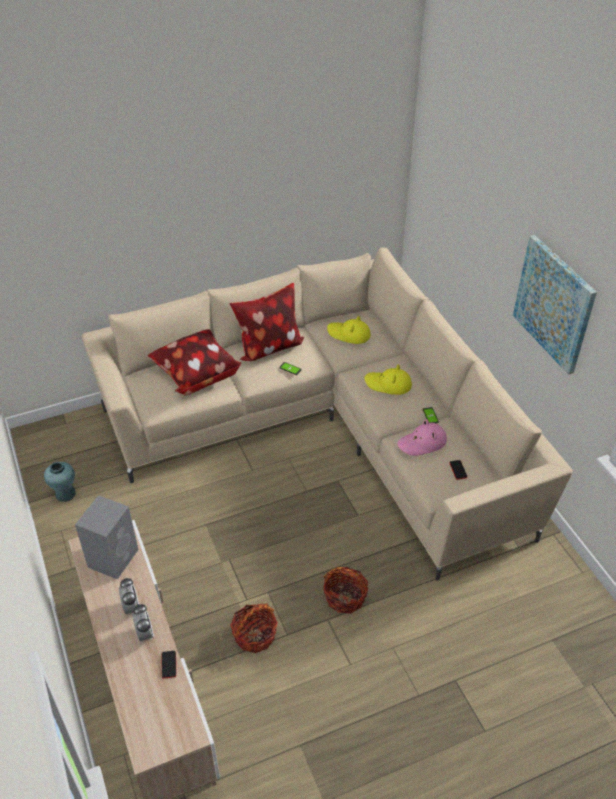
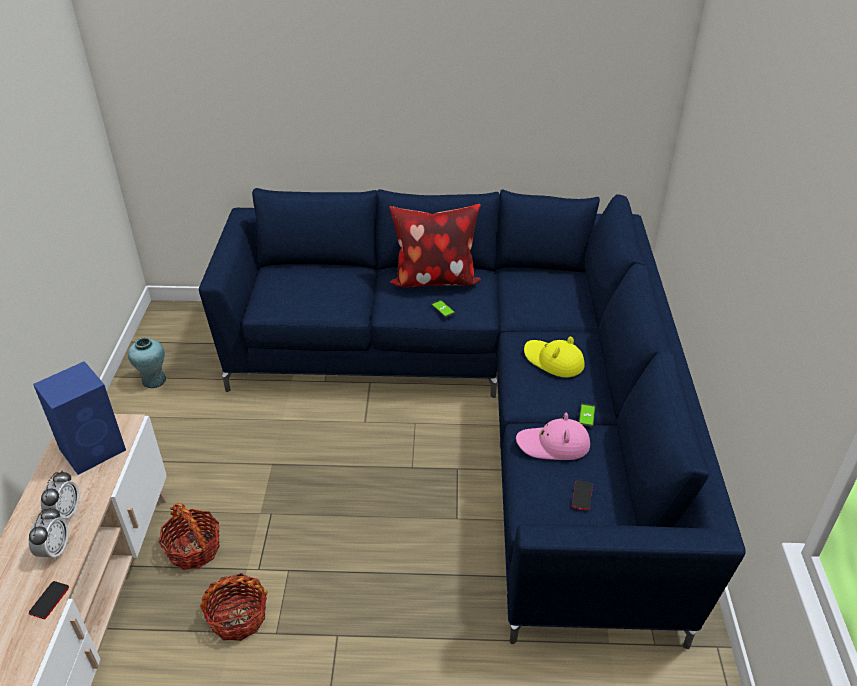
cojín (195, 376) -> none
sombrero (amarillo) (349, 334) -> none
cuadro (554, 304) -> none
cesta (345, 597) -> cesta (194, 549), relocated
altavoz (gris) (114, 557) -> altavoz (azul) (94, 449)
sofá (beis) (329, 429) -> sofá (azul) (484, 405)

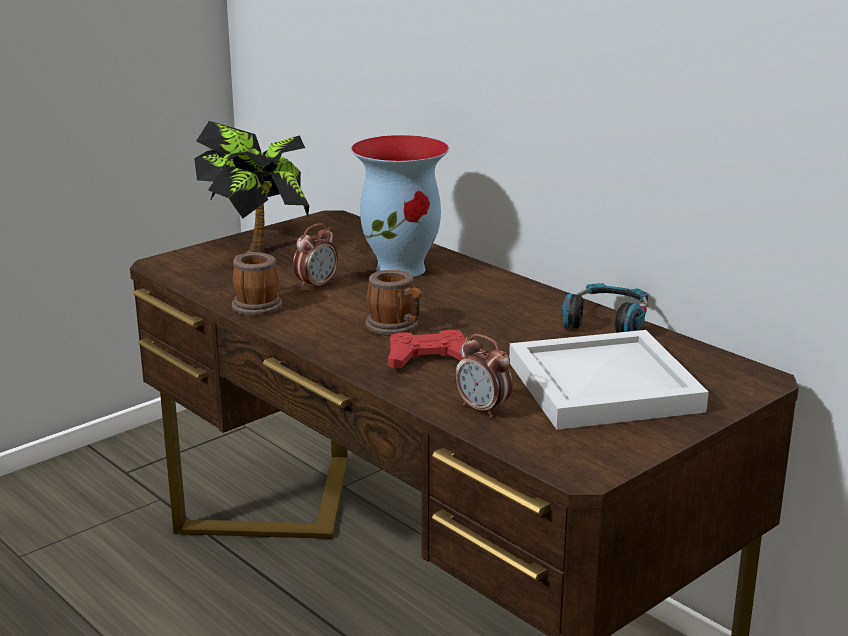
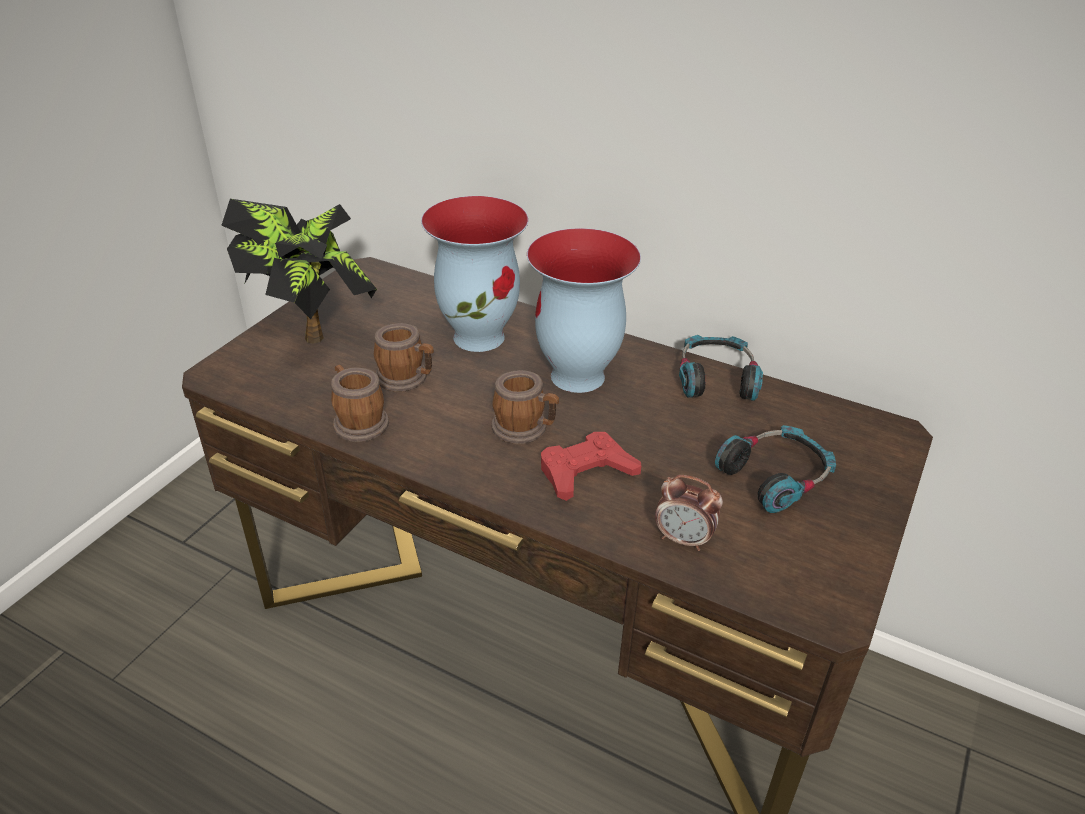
none -> florero (578, 377)
despertador (316, 285) -> taza grande (407, 378)
bandeja (blanco) (606, 387) -> auriculares (775, 476)

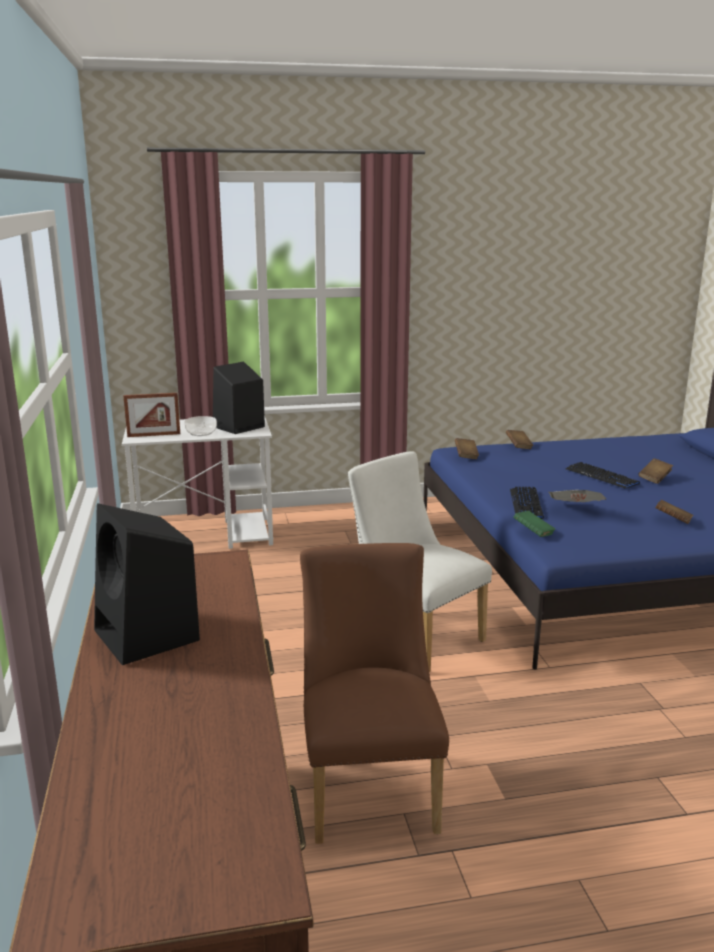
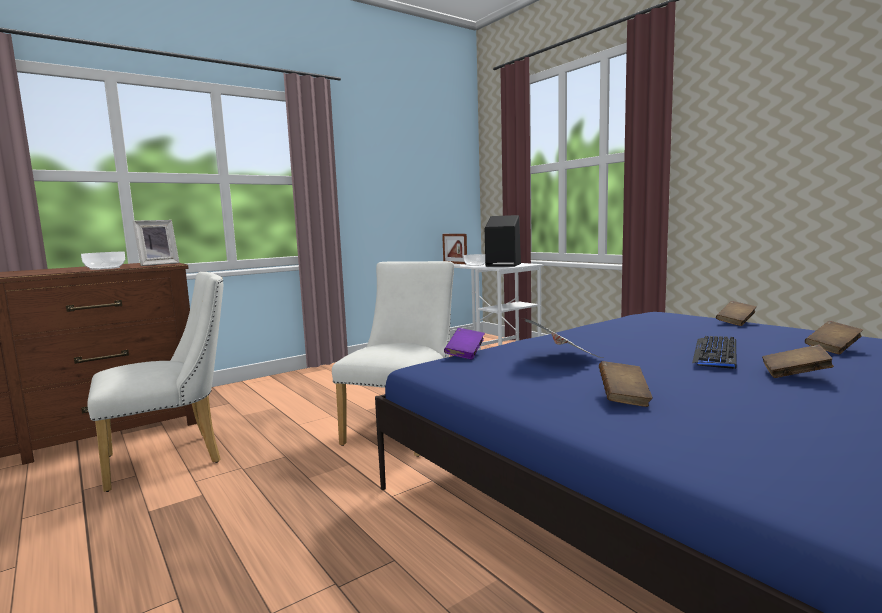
altavoz (negro) (148, 636) -> none
teclado (526, 504) -> none
none -> cuenco (105, 268)
none -> portarretratos (157, 264)
libro (marrón) (466, 455) -> libro (marrón) (832, 349), relocated
silla (marrón) (369, 785) -> silla (blanco) (173, 457)
libro (verde) (533, 532) -> libro (morado) (465, 354)

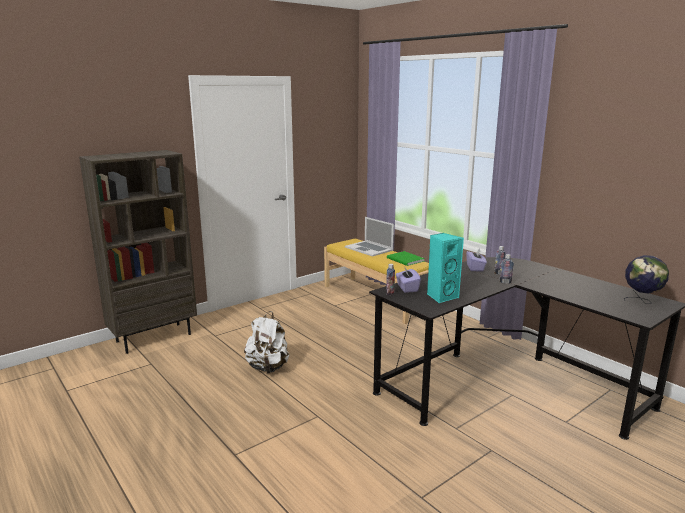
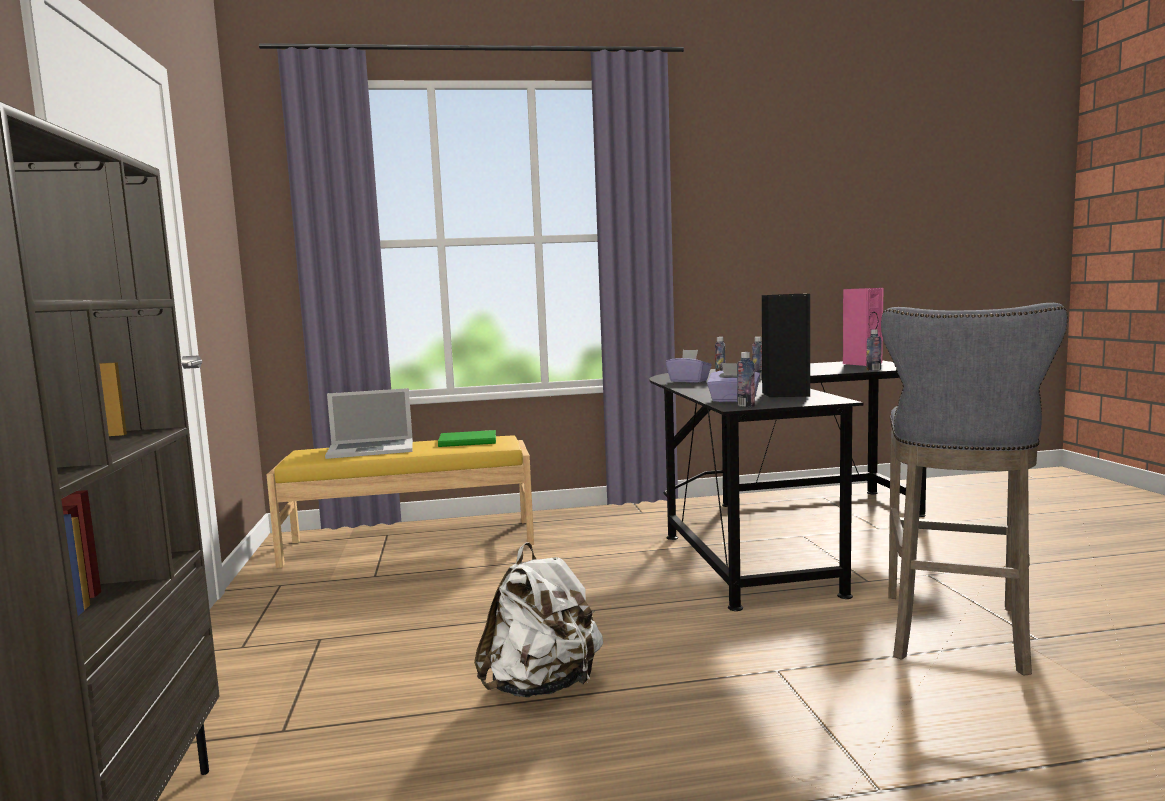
none -> botella (873, 370)
none -> taburete (gris) (955, 635)
globo terráqueo (641, 301) -> altavoz (rosa) (861, 363)
altavoz (turquesa) (441, 296) -> altavoz (negro) (785, 394)

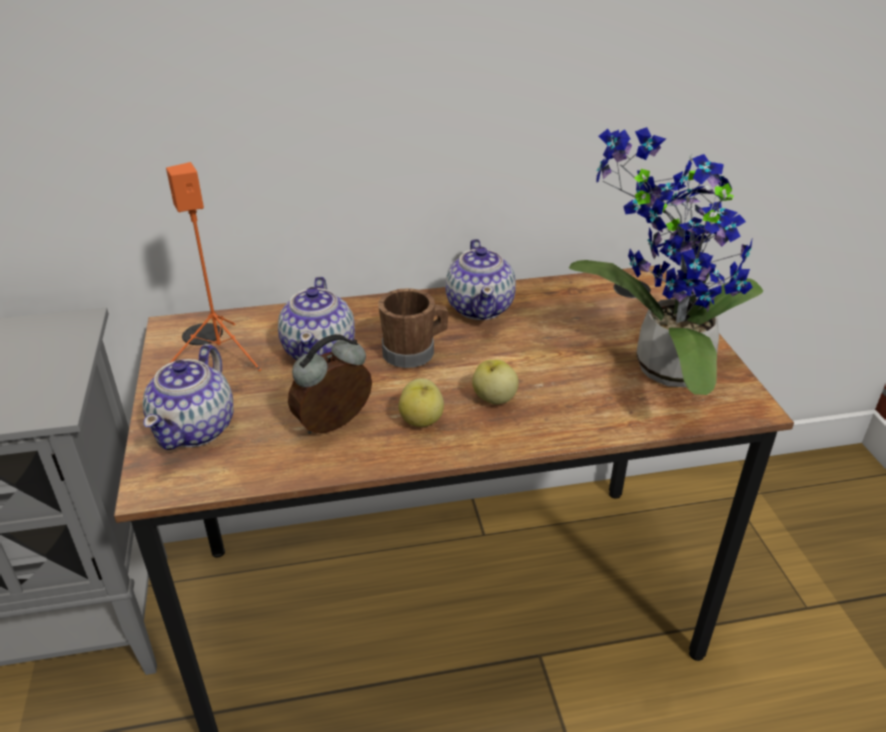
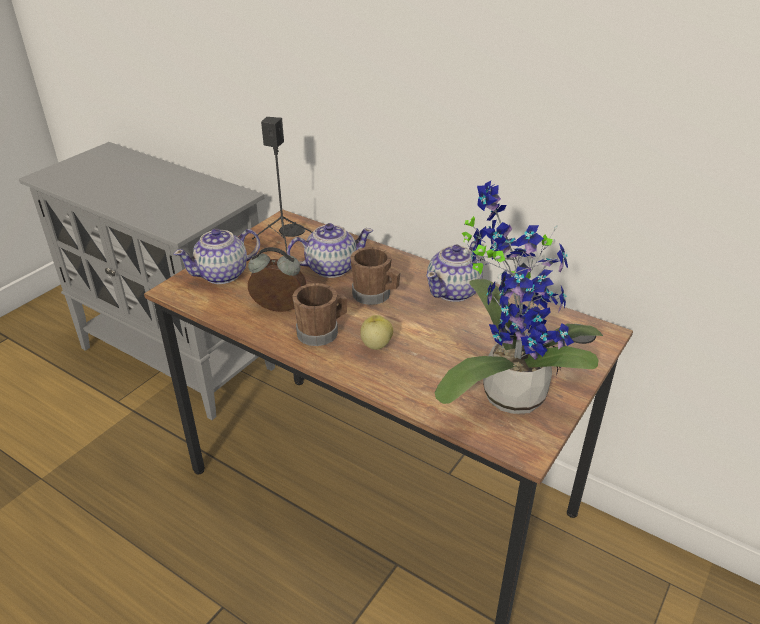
manzana (422, 420) -> taza grande (marrón) (322, 332)
altavoz (naranja) (220, 352) -> altavoz (negro) (284, 243)
tetera (320, 350) -> tetera (330, 268), 150 degrees counterclockwise

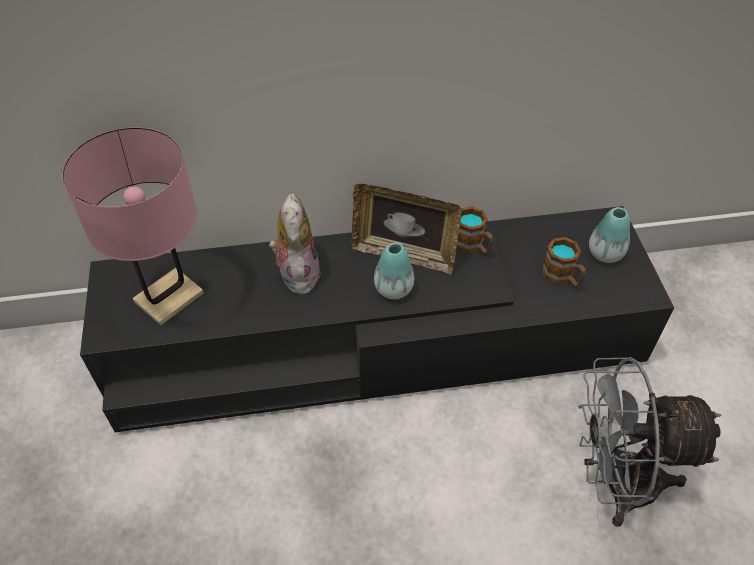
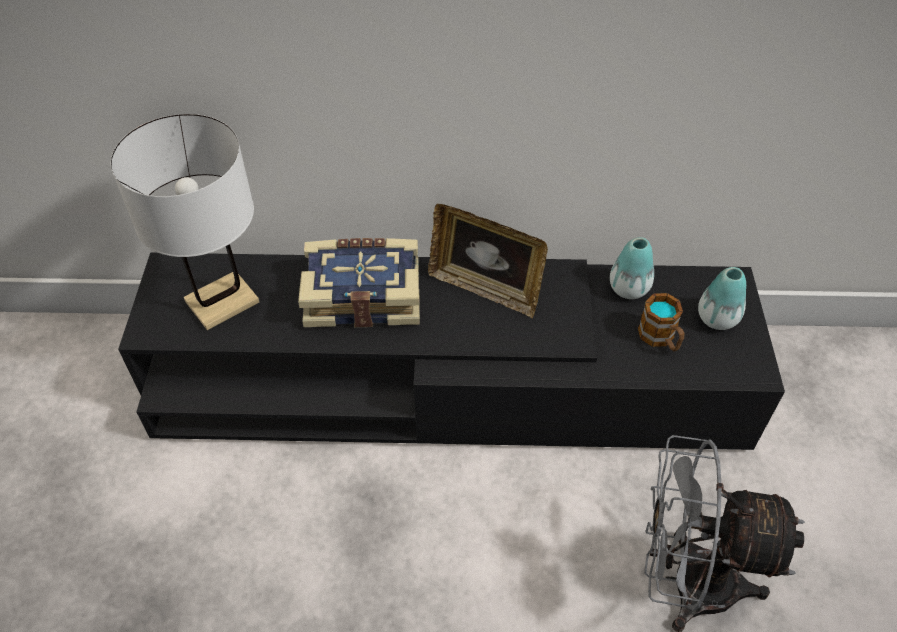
taza grande (473, 246) -> none
florero (393, 289) -> florero (628, 288), relocated
peluche (297, 273) -> libro (363, 294)
lámpara de mesa (rosa) (169, 298) -> lámpara de mesa (blanco) (222, 302)

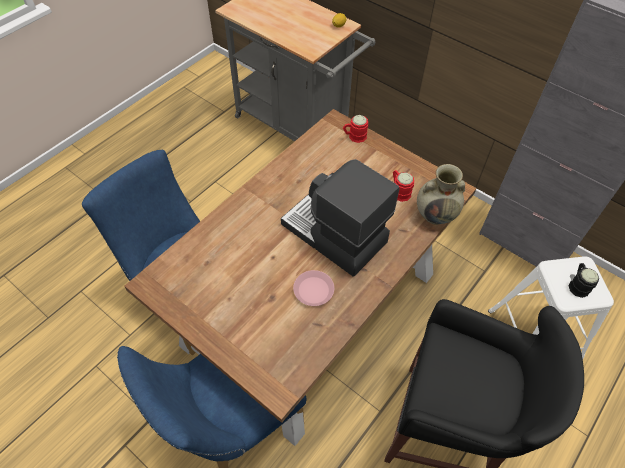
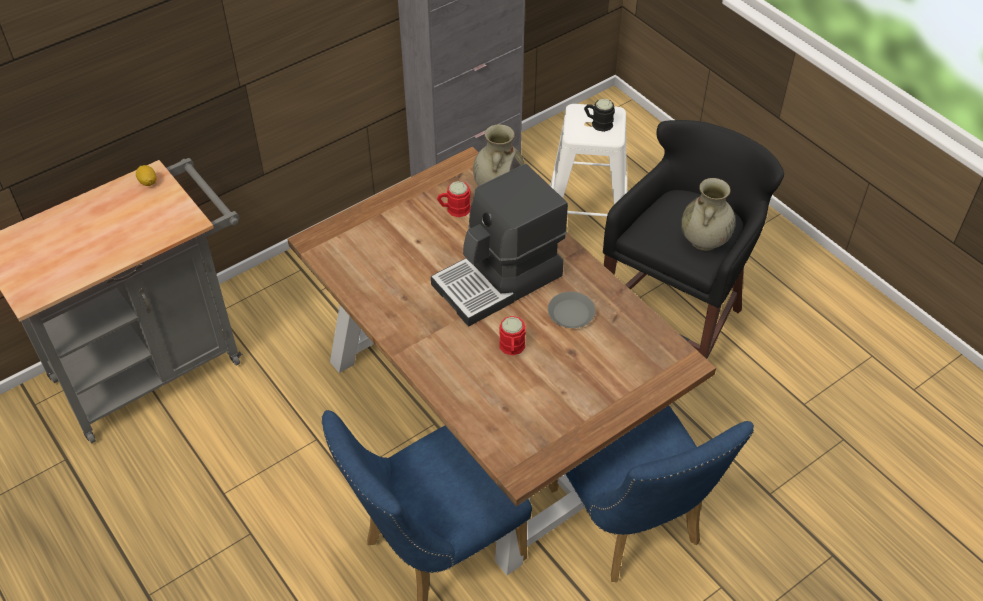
none -> florero (beis) (704, 241)
taza grande (rojo) (354, 136) -> taza grande (rojo) (512, 349), relocated
plato (rosa) (313, 290) -> plato (gris) (571, 313)

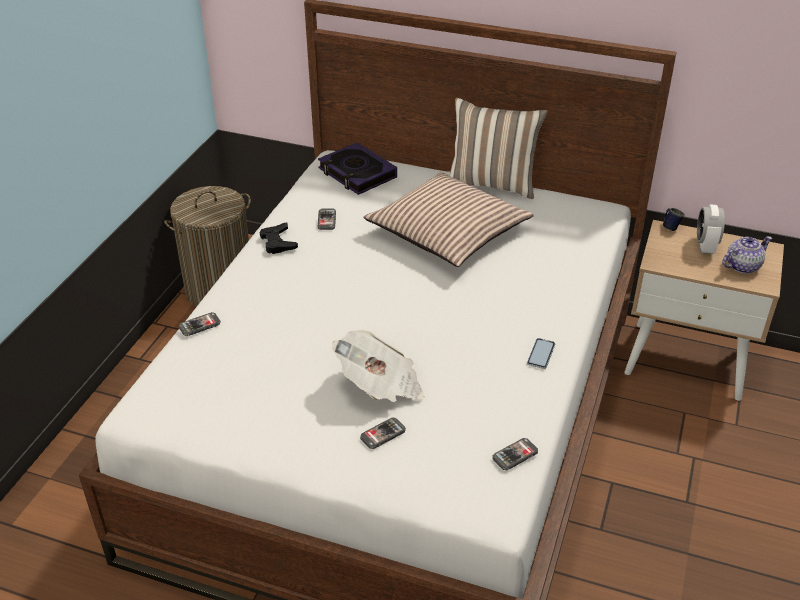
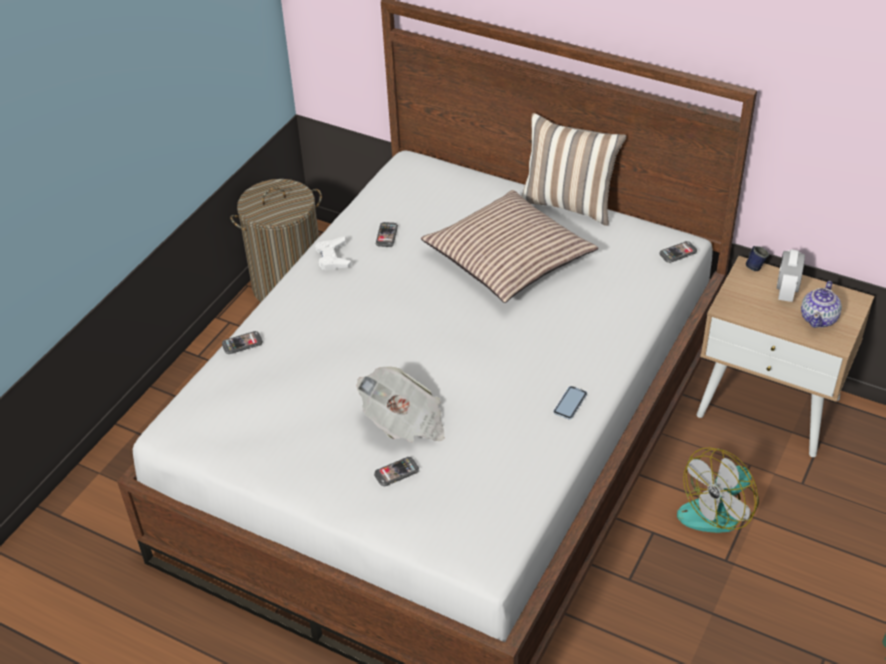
libro (357, 173) -> none
none -> ventilador (719, 509)
móvil (515, 455) -> móvil (678, 253), relocated
mando de consola (negro) (278, 242) -> mando de consola (blanco) (333, 257)
tetera (742, 266) -> tetera (819, 318), 135 degrees clockwise

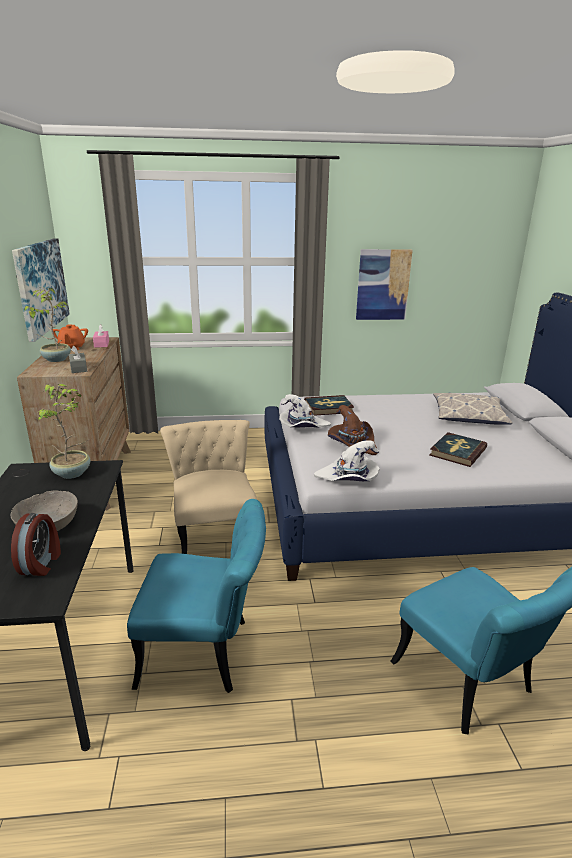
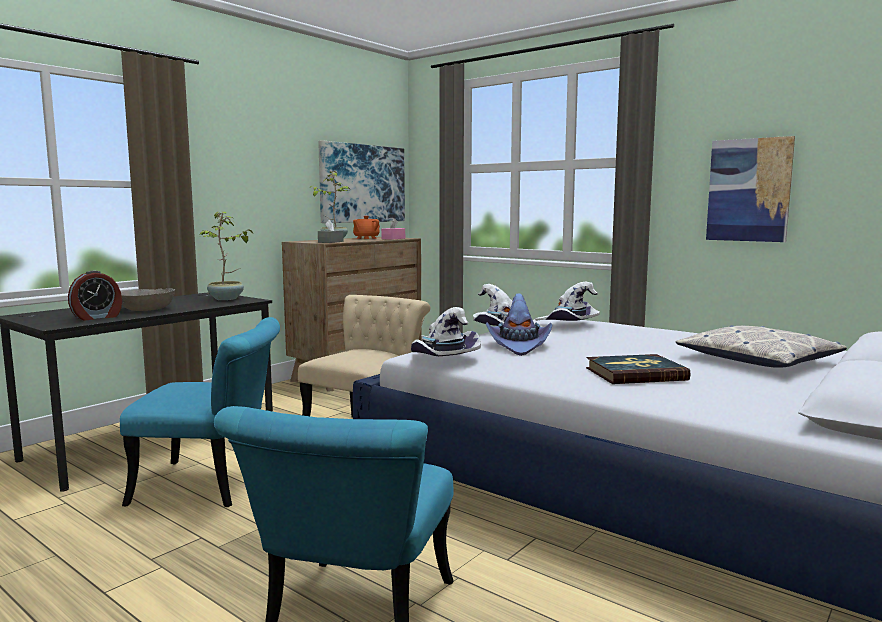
libro (328, 407) -> sombrero (blanco) (568, 324)
sombrero (marrón) (352, 444) -> sombrero (morado) (519, 346)
silla (turquesa) (206, 652) -> silla (turquesa) (214, 485), 45 degrees counterclockwise

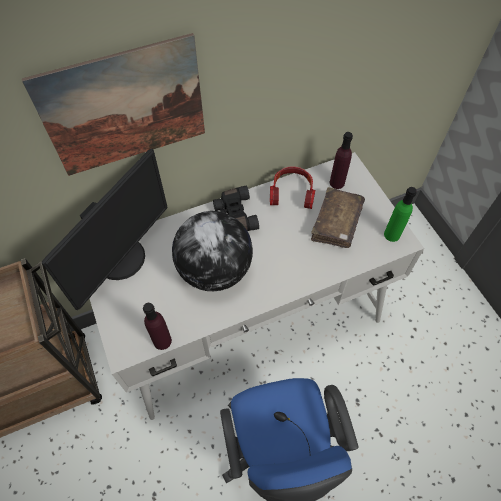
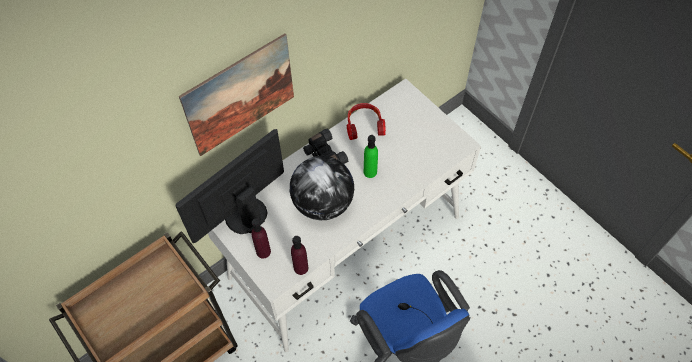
libro (marrón) (336, 223) -> none
botella (morado) (337, 183) -> botella (morado) (263, 251), relocated
botella (verde) (392, 234) -> botella (verde) (370, 172), relocated
monitor (122, 259) -> monitor (244, 213), 150 degrees counterclockwise

